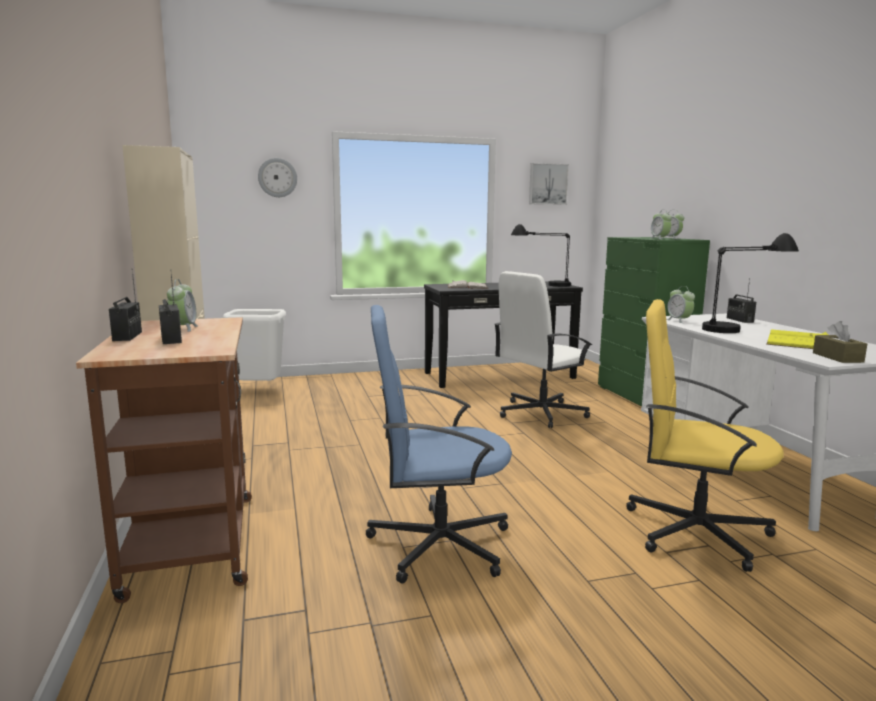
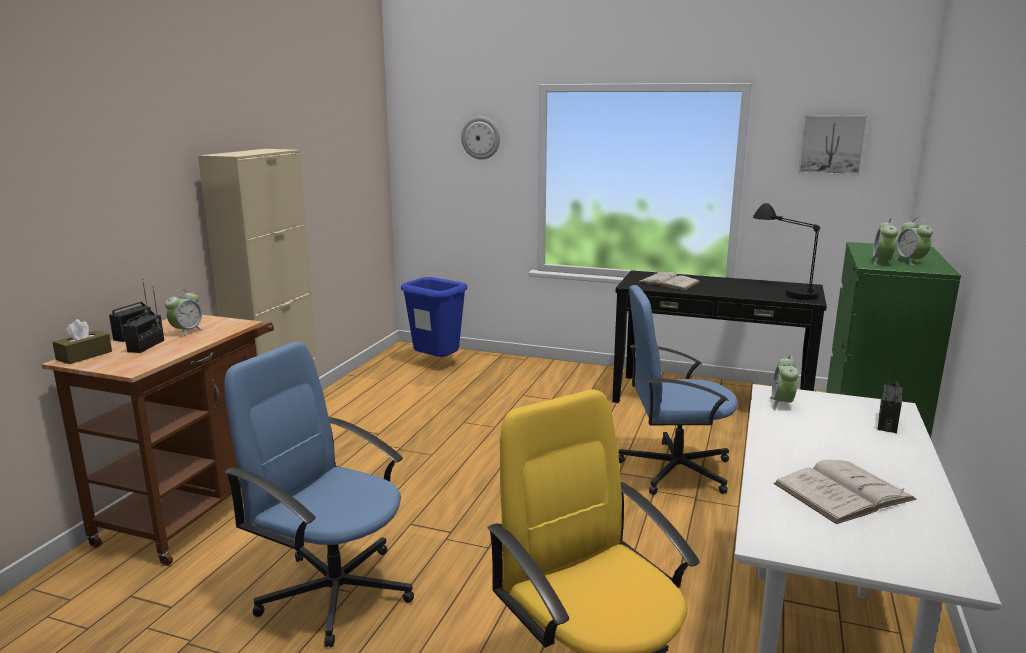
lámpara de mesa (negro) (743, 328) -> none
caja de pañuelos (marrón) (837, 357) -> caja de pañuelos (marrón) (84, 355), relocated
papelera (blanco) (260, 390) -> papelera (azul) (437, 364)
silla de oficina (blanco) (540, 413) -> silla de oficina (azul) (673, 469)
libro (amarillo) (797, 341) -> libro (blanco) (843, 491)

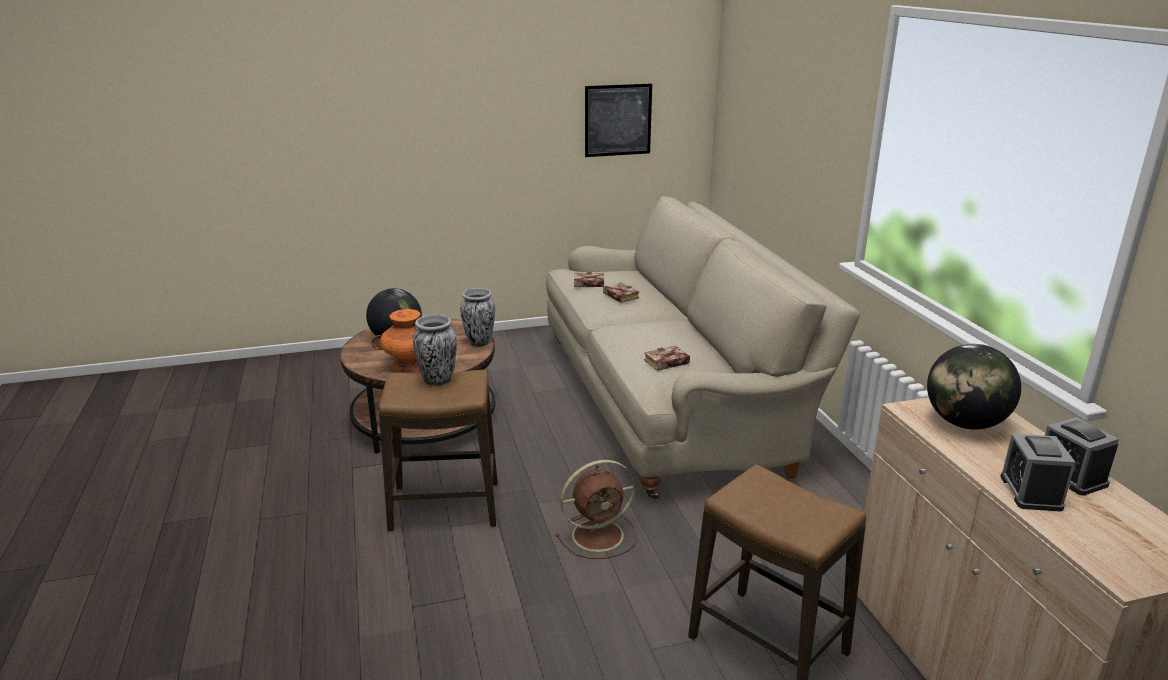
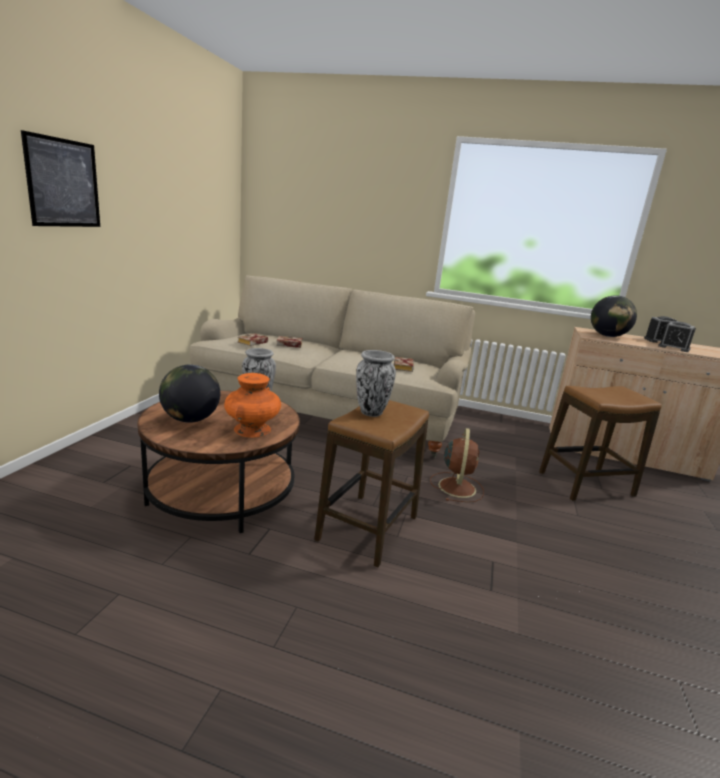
cuadro (618, 120) -> cuadro (63, 183), relocated

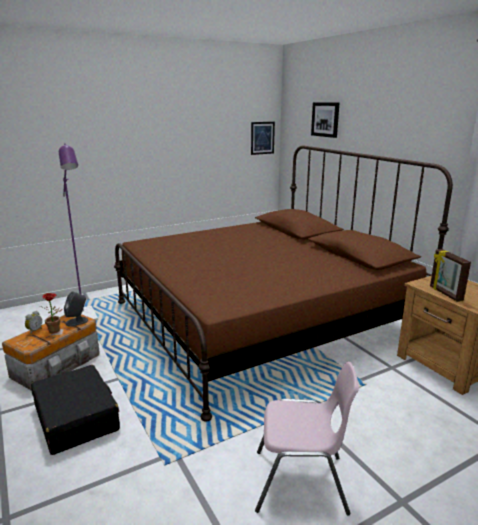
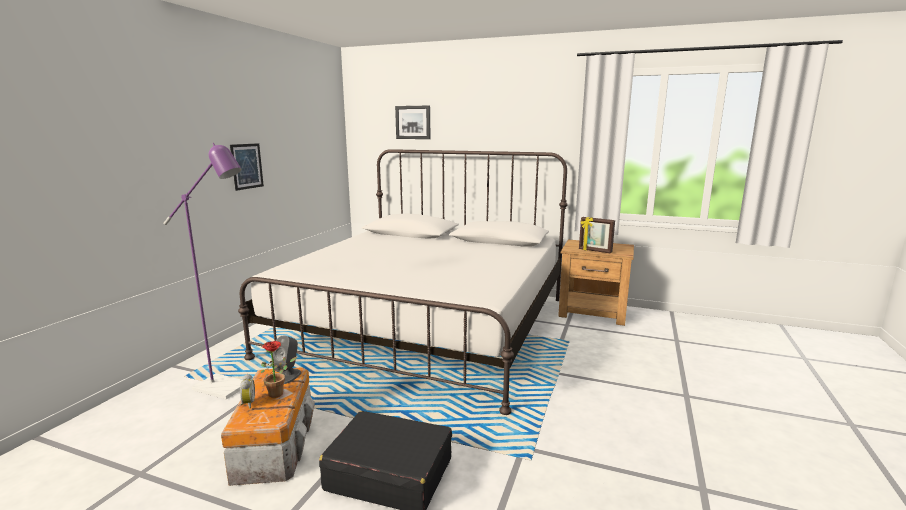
silla (rosa) (301, 482) -> none
cuadro (262, 138) -> cuadro (247, 166), relocated
cama (marrón) (261, 319) -> cama (blanco) (425, 325)

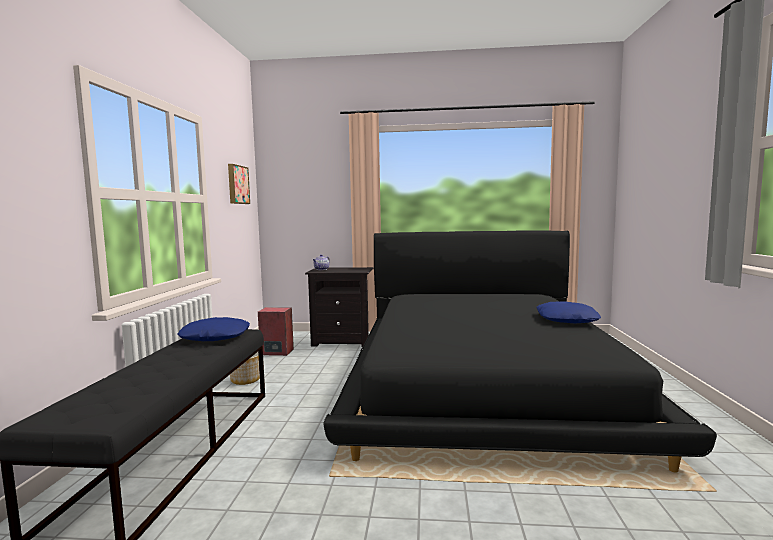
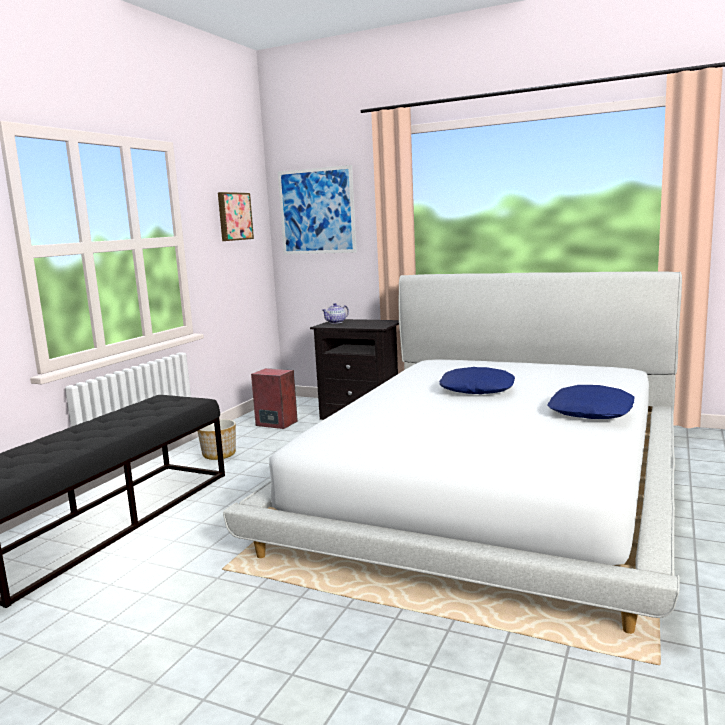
none -> cuadro (317, 211)
cojín (azul) (215, 336) -> cojín (azul) (477, 389), relocated
cama (negro) (482, 380) -> cama (blanco) (491, 483)

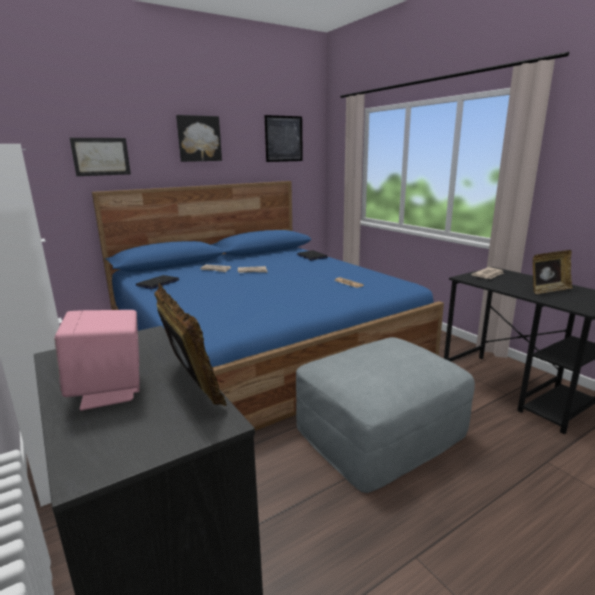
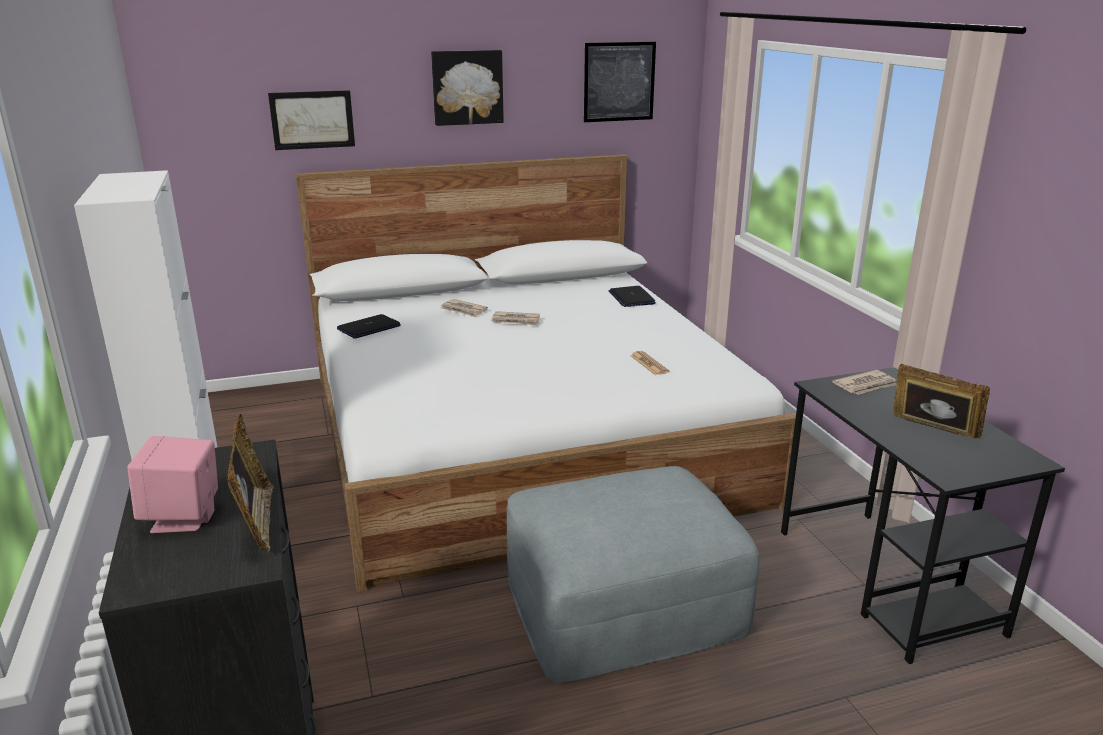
cama (azul) (260, 343) -> cama (blanco) (521, 435)
portarretratos (548, 290) -> portarretratos (932, 431), 135 degrees counterclockwise

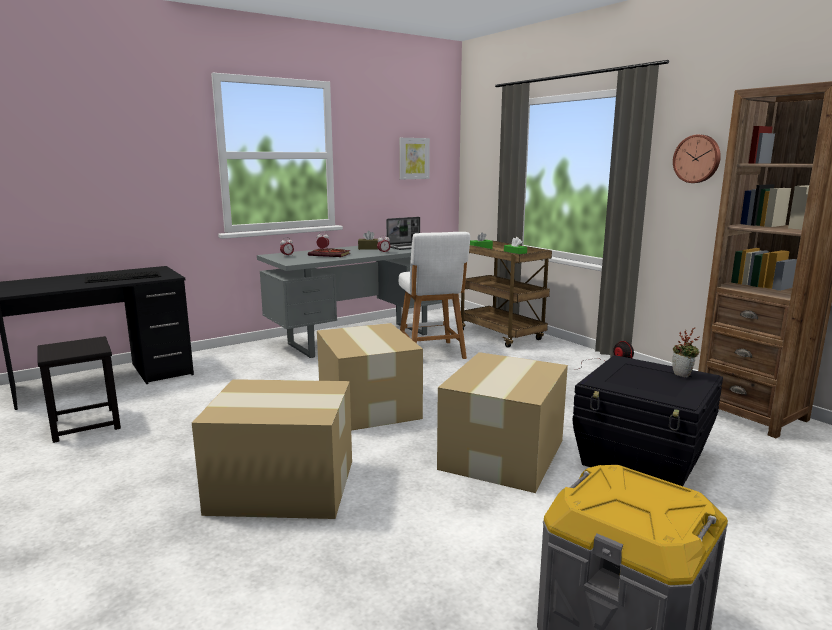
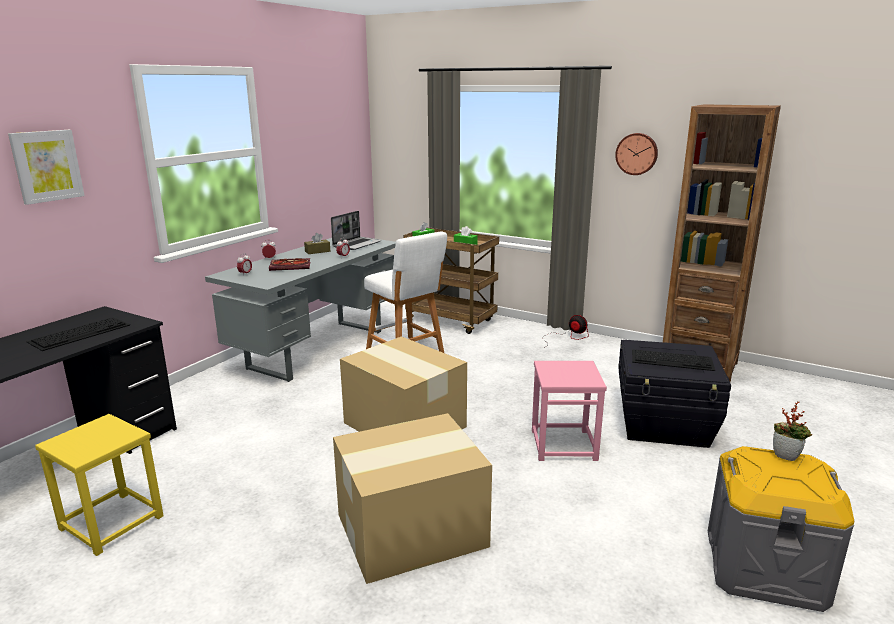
none -> teclado (672, 360)
cuadro (413, 158) -> cuadro (46, 166), relocated
planta en maceta (683, 375) -> planta en maceta (787, 456), relocated
caja de cartón (504, 453) -> taburete (rosa) (563, 445)
taburete (negro) (85, 425) -> taburete (amarillo) (112, 523)

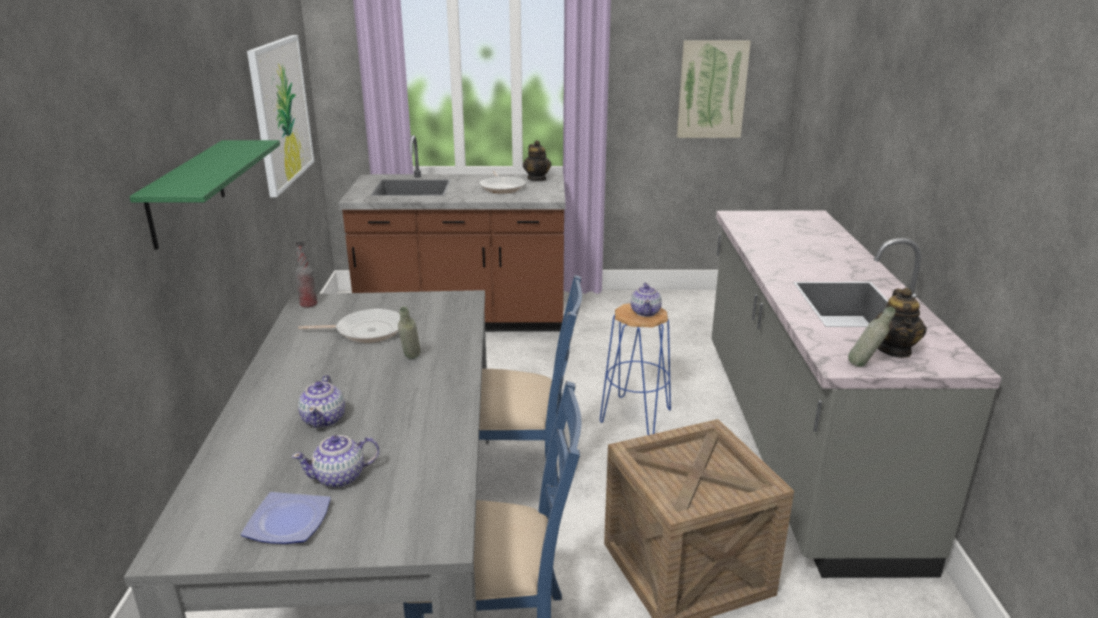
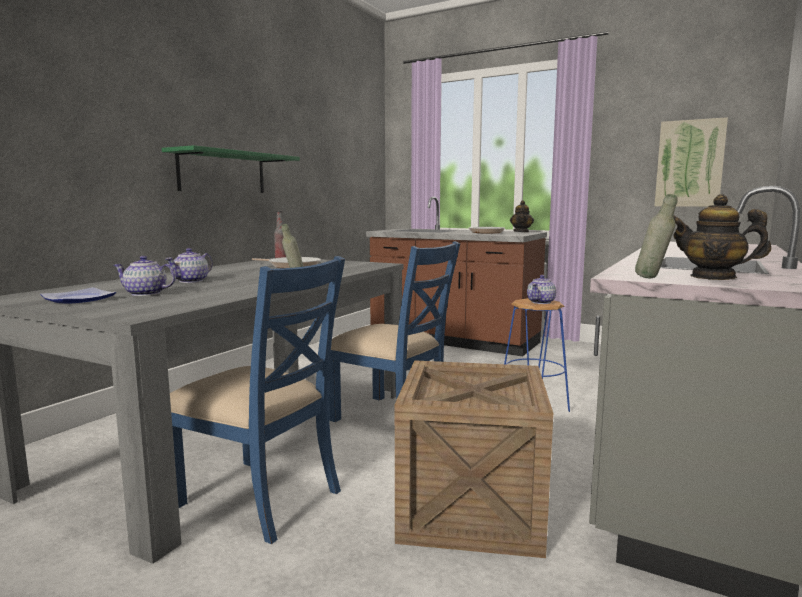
cuadro (281, 112) -> none
tetera (894, 350) -> tetera (713, 277), 75 degrees clockwise

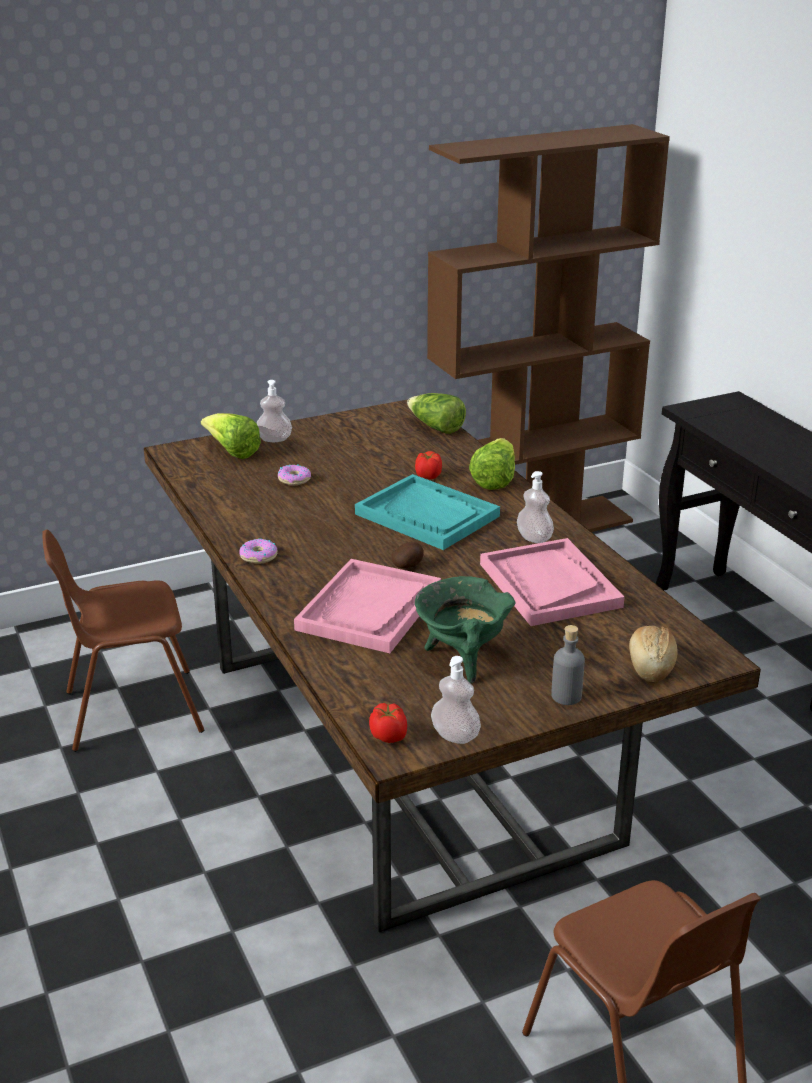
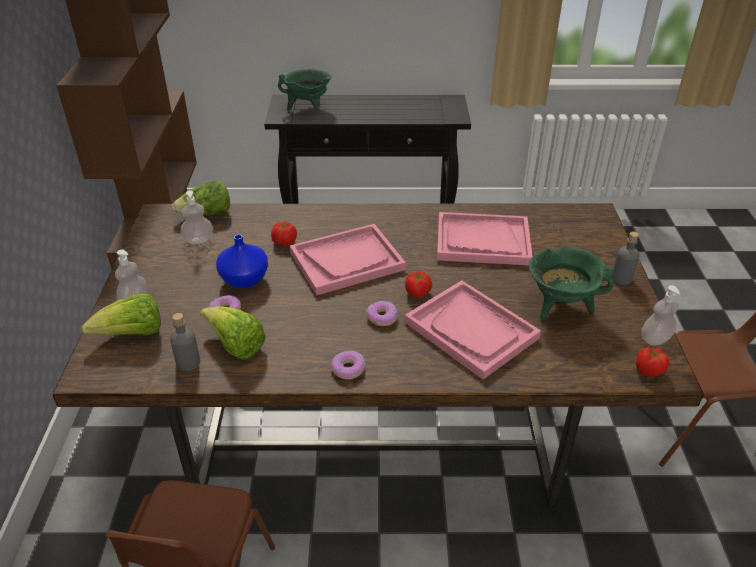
pan (651, 665) -> none
none -> botella (gris) (188, 363)
none -> florero (azul) (244, 280)
none -> olla (verde) (308, 108)
none -> rosquilla (382, 317)
lechuga (494, 480) -> lechuga (236, 346), relocated
dispensador de jabón (534, 538) -> dispensador de jabón (198, 240), relocated
patata (408, 566) -> tomate (418, 293)
bandeja (turquesa) (427, 515) -> bandeja (rosa) (347, 261)

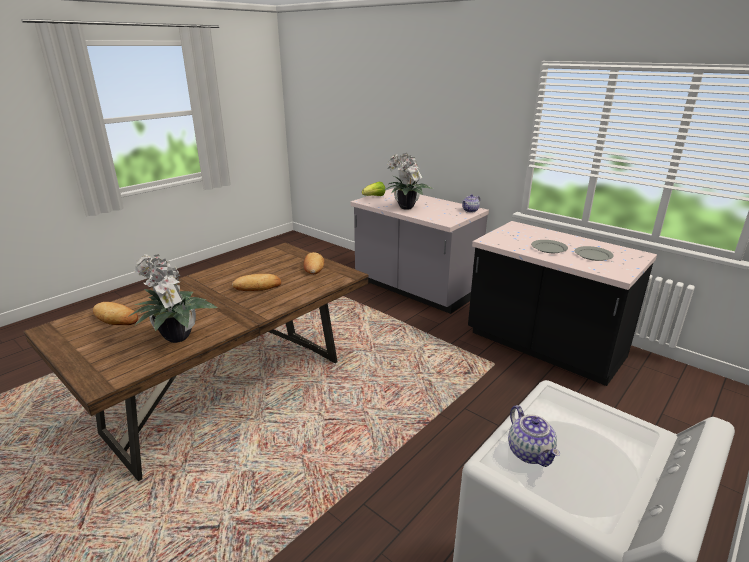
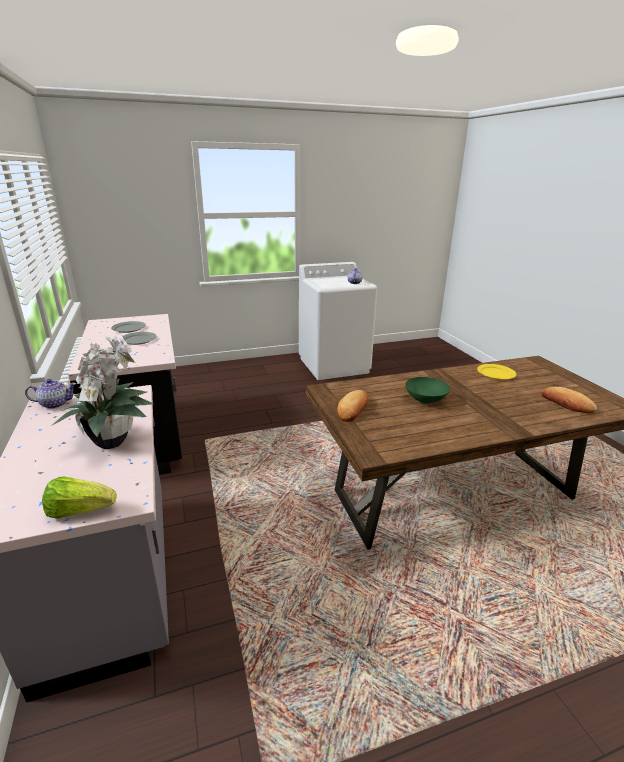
planta en maceta (177, 339) -> plato (amarillo) (496, 373)
pan (257, 286) -> cuenco (verde) (425, 401)

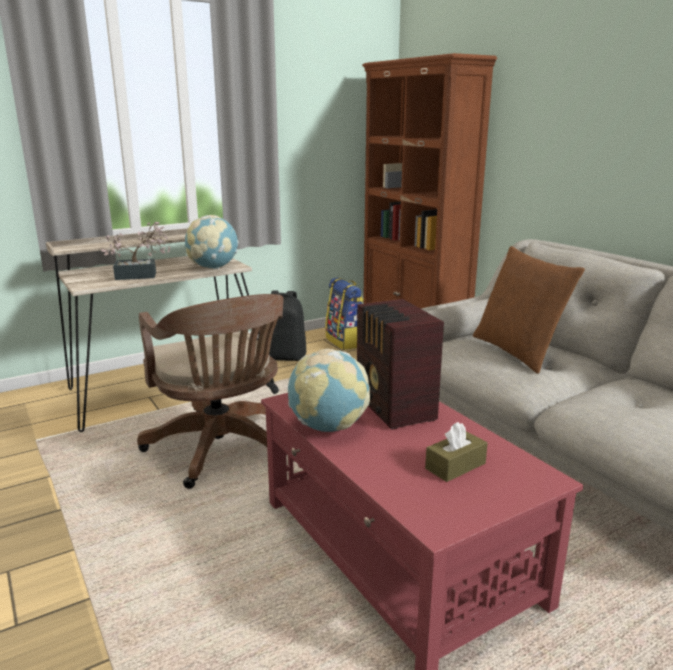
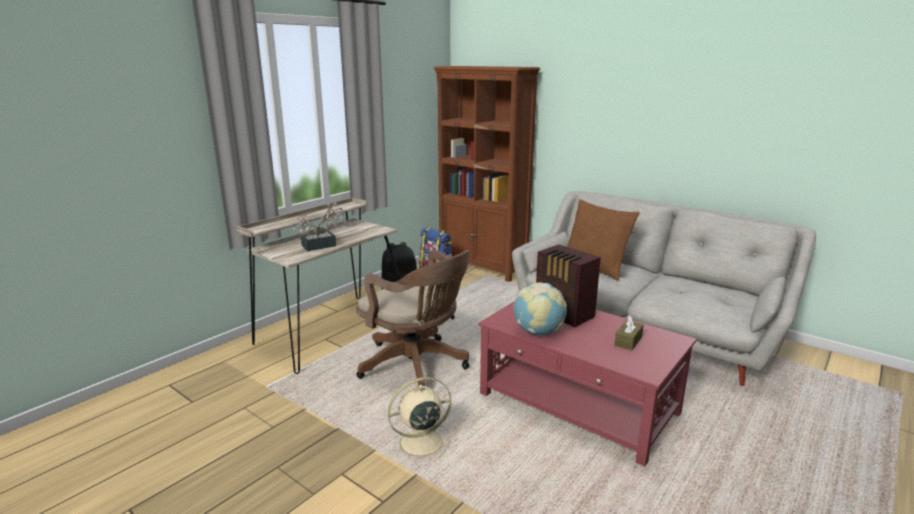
globo terráqueo (213, 267) -> none
none -> ventilador (beis) (419, 443)

